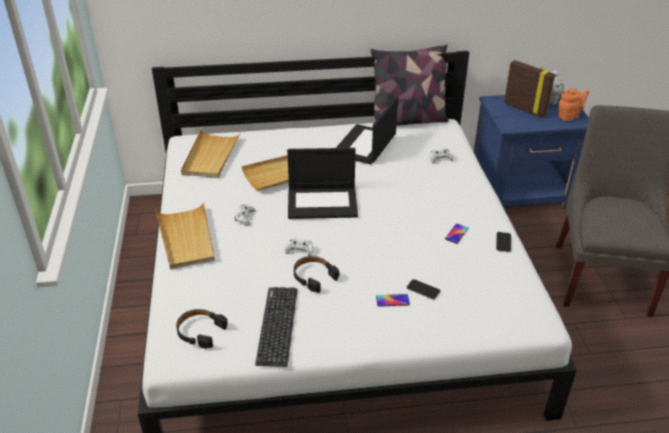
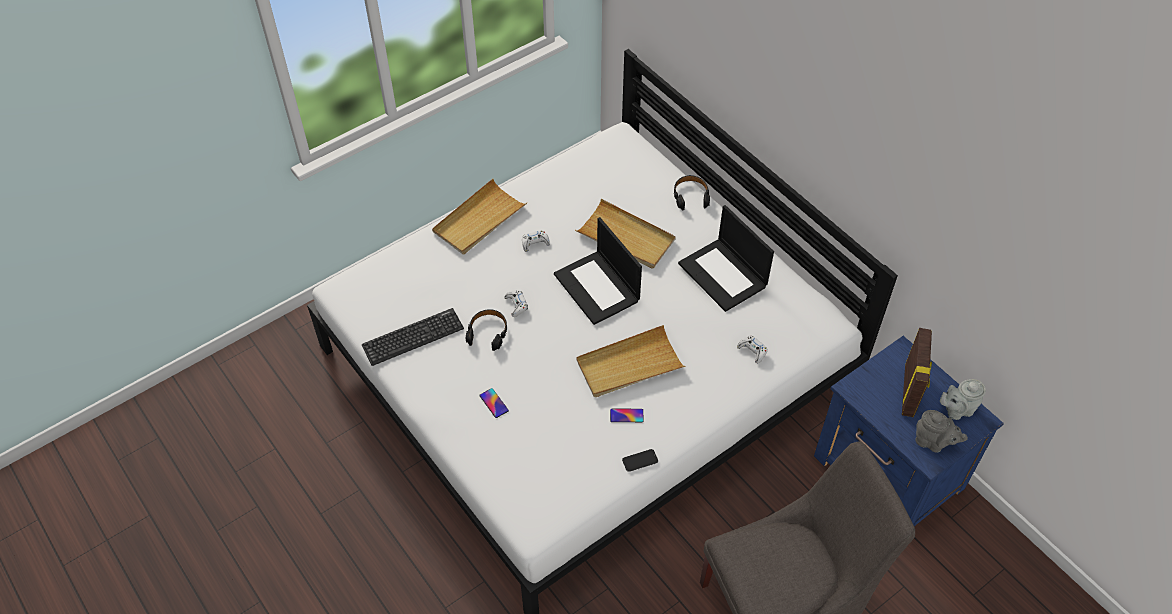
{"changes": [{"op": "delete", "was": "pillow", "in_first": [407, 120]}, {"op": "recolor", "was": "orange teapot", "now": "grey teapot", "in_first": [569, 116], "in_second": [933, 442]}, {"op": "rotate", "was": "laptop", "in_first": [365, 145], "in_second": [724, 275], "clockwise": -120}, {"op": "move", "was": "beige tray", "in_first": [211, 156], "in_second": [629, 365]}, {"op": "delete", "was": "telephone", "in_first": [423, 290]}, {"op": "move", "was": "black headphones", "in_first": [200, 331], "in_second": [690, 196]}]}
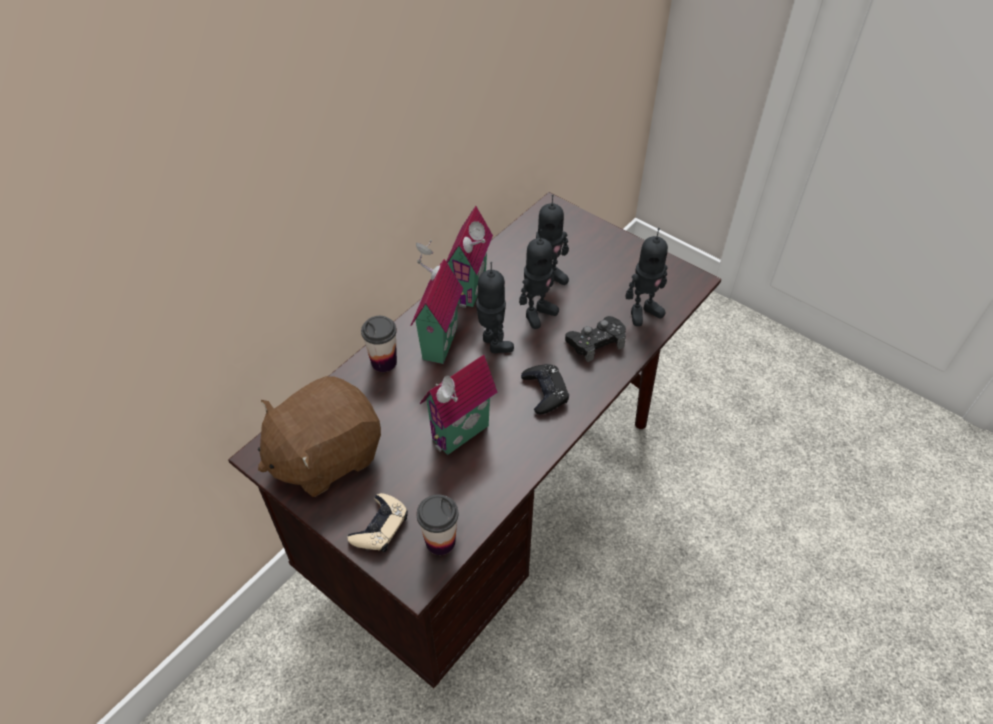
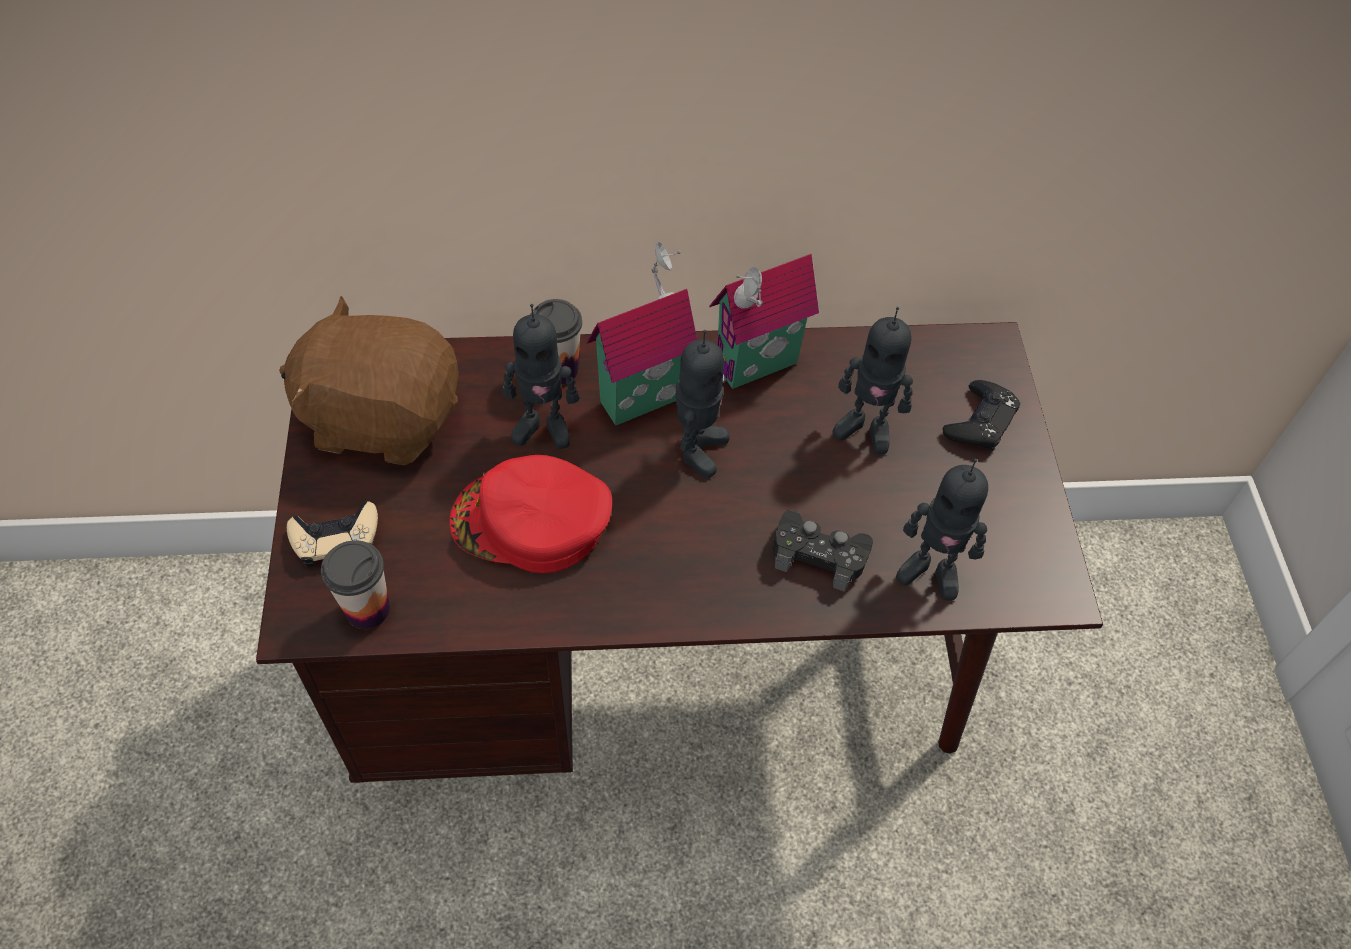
{"changes": [{"op": "move", "was": "toy robot", "in_first": [537, 313], "in_second": [543, 427]}, {"op": "replace", "was": "model house", "now": "reddish baseball cap", "in_first": [462, 436], "in_second": [531, 522]}, {"op": "move", "was": "black game controller", "in_first": [545, 392], "in_second": [980, 421]}]}
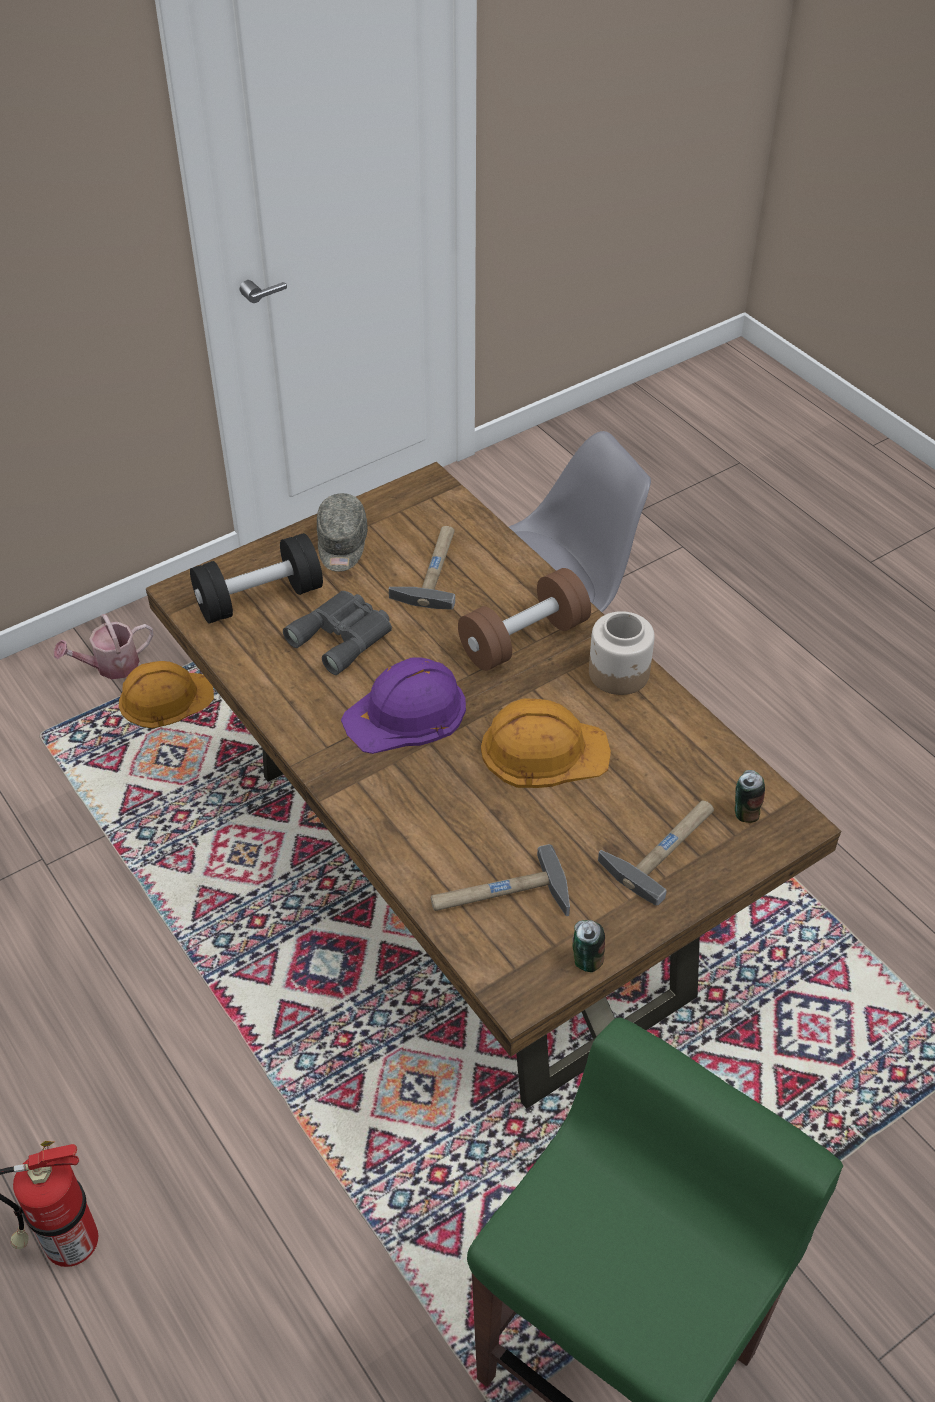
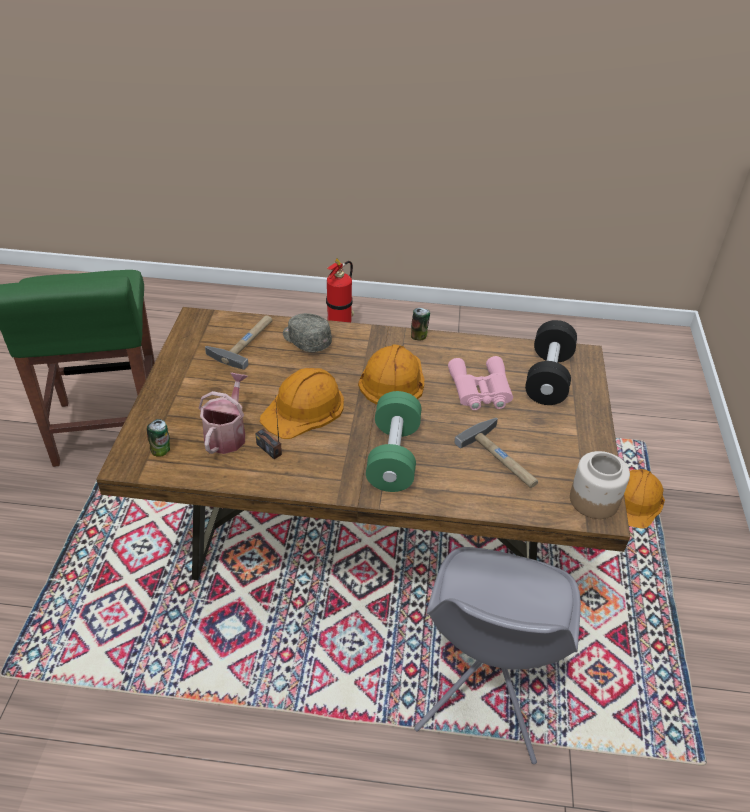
{"changes": [{"op": "move", "was": "grey baseball cap", "in_first": [341, 545], "in_second": [306, 340]}, {"op": "recolor", "was": "brownish free weight", "now": "green free weight", "in_first": [524, 639], "in_second": [393, 456]}, {"op": "recolor", "was": "grey pair of binoculars", "now": "pinkish pair of binoculars", "in_first": [344, 636], "in_second": [480, 390]}, {"op": "move", "was": "jar", "in_first": [619, 673], "in_second": [593, 500]}, {"op": "move", "was": "sprinkling can", "in_first": [110, 666], "in_second": [227, 434]}, {"op": "recolor", "was": "purple hard hat", "now": "orange hard hat", "in_first": [407, 713], "in_second": [392, 379]}, {"op": "delete", "was": "hammer", "in_first": [664, 846]}, {"op": "move", "was": "sealed can", "in_first": [586, 961], "in_second": [419, 336]}, {"op": "insert", "now": "radio receiver", "in_second": [269, 449]}]}
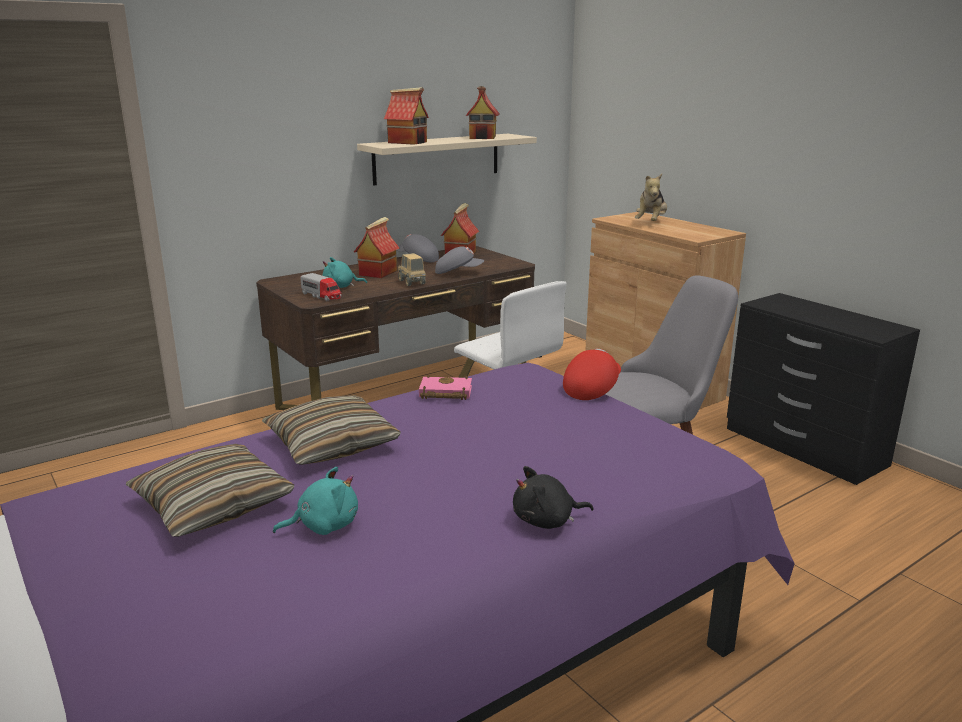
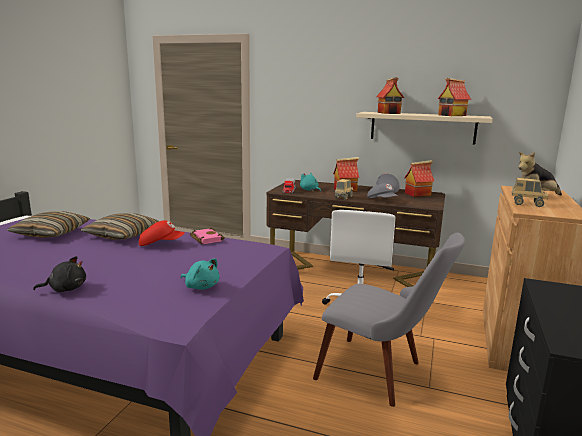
{"changes": [{"op": "move", "was": "reddish baseball cap", "in_first": [591, 388], "in_second": [161, 244]}, {"op": "rotate", "was": "black soft toy", "in_first": [547, 521], "in_second": [65, 289], "clockwise": 120}, {"op": "move", "was": "turquoise soft toy", "in_first": [324, 525], "in_second": [201, 286]}, {"op": "insert", "now": "toy truck", "in_second": [527, 204]}]}
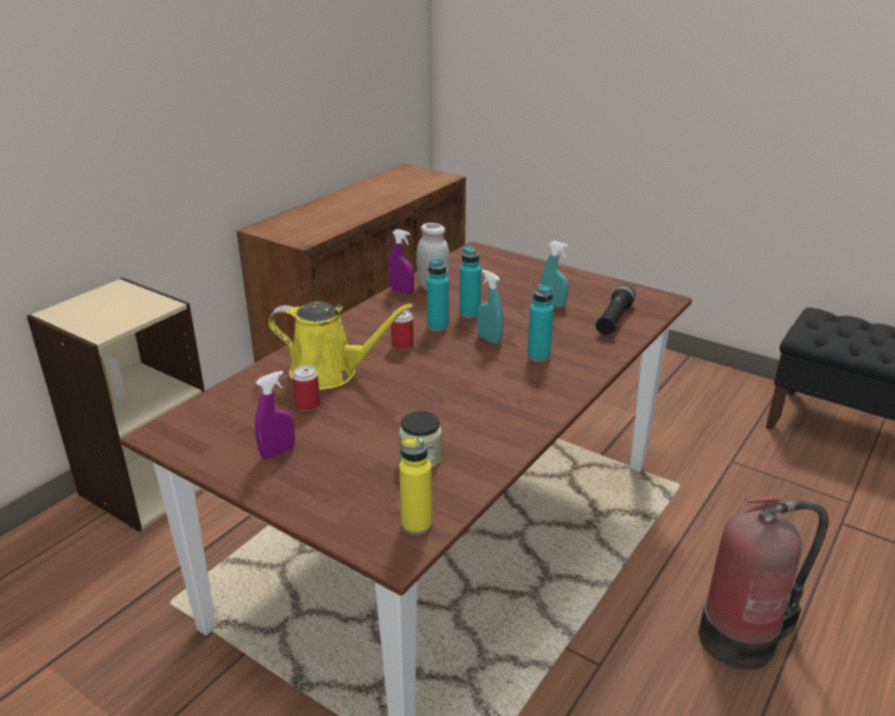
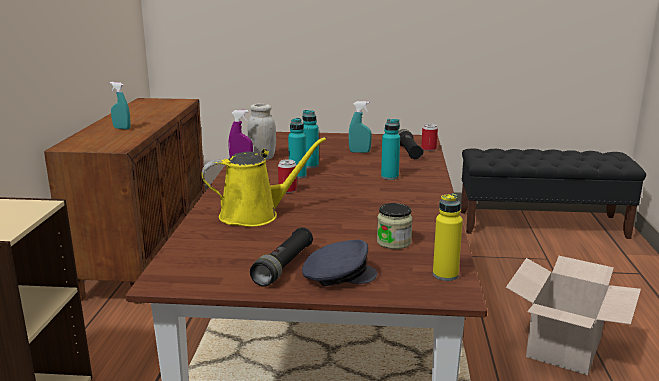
{"changes": [{"op": "move", "was": "turquoise sprayer", "in_first": [489, 339], "in_second": [122, 128]}, {"op": "move", "was": "sealed can", "in_first": [308, 405], "in_second": [428, 149]}, {"op": "replace", "was": "purple sprayer", "now": "black torch", "in_first": [278, 453], "in_second": [284, 266]}, {"op": "replace", "was": "extinguisher", "now": "cardboard box", "in_first": [742, 638], "in_second": [563, 346]}, {"op": "insert", "now": "grey baseball cap", "in_second": [337, 275]}]}
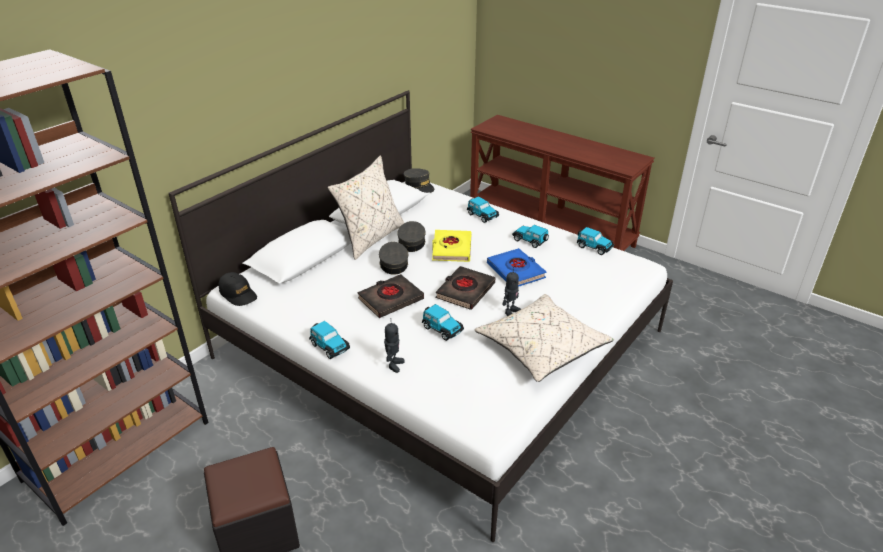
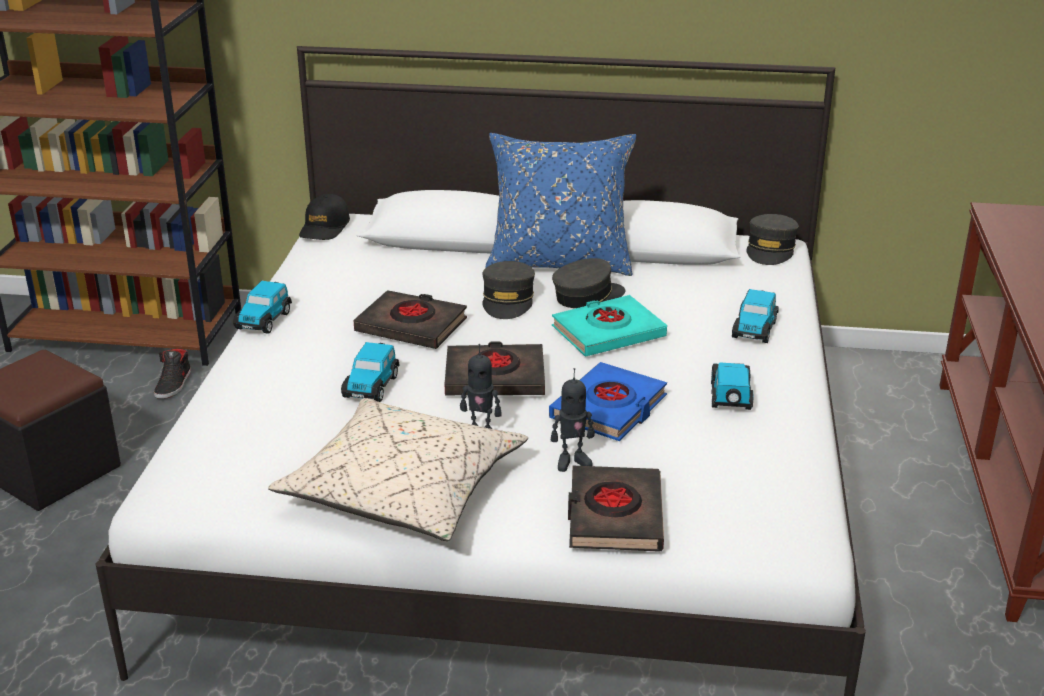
{"changes": [{"op": "recolor", "was": "beige pillow", "now": "blue-coloured pillow", "in_first": [370, 238], "in_second": [559, 263]}, {"op": "delete", "was": "model car", "in_first": [593, 247]}, {"op": "recolor", "was": "yellow-coloured volume", "now": "turquoise volume", "in_first": [451, 249], "in_second": [608, 333]}, {"op": "rotate", "was": "grey baseball cap", "in_first": [393, 264], "in_second": [508, 301], "clockwise": 135}, {"op": "move", "was": "toy robot", "in_first": [394, 365], "in_second": [572, 461]}, {"op": "insert", "now": "black low shoe", "in_second": [174, 385]}, {"op": "insert", "now": "black volume", "in_second": [614, 516]}]}
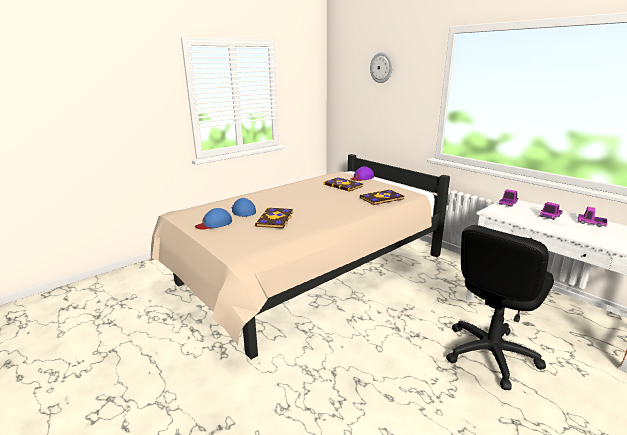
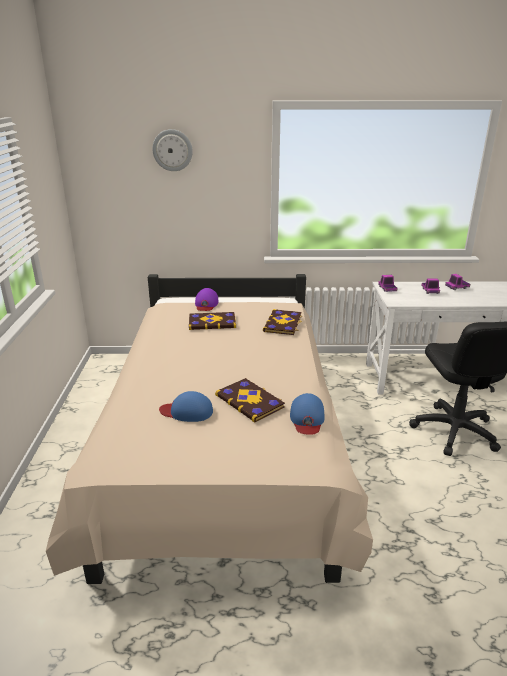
{"changes": [{"op": "move", "was": "blue-coloured baseball cap", "in_first": [214, 223], "in_second": [307, 418]}]}
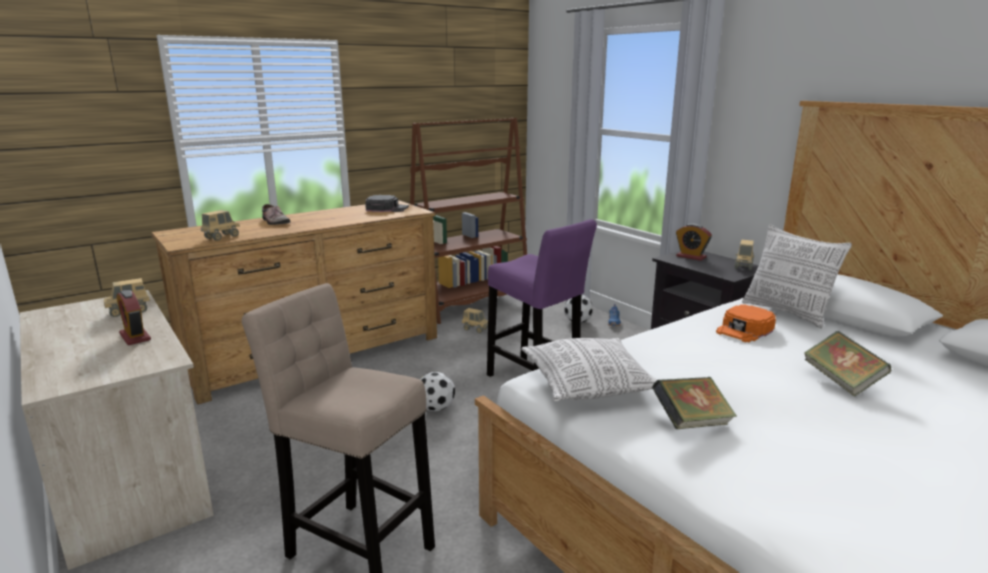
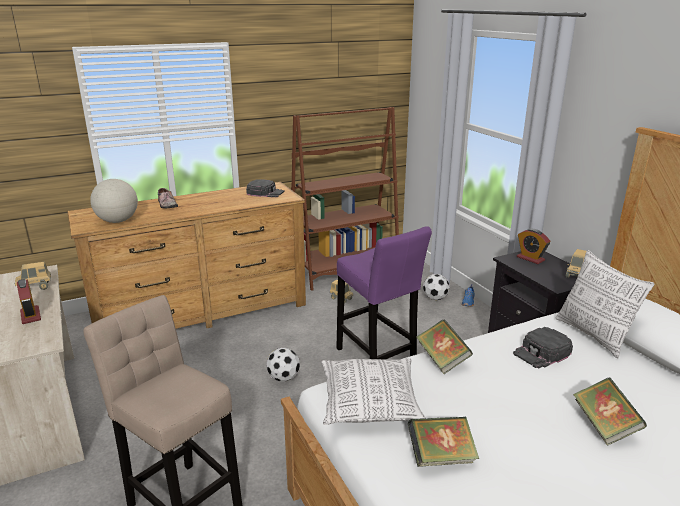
{"changes": [{"op": "replace", "was": "toy truck", "now": "globe", "in_first": [221, 237], "in_second": [118, 221]}, {"op": "recolor", "was": "orange baseball cap", "now": "black baseball cap", "in_first": [745, 330], "in_second": [542, 353]}, {"op": "insert", "now": "volume", "in_second": [442, 359]}]}
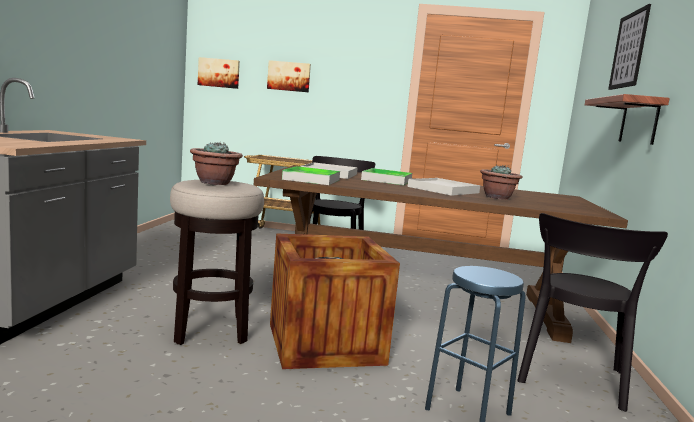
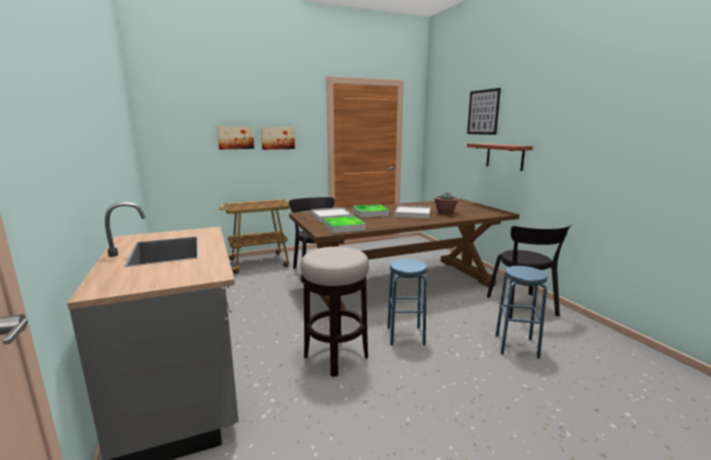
{"changes": [{"op": "move", "was": "wall art", "in_first": [219, 73], "in_second": [277, 138]}, {"op": "delete", "was": "houseplant", "in_first": [215, 183]}, {"op": "replace", "was": "packing crate", "now": "blue-coloured stool", "in_first": [325, 343], "in_second": [405, 336]}]}
